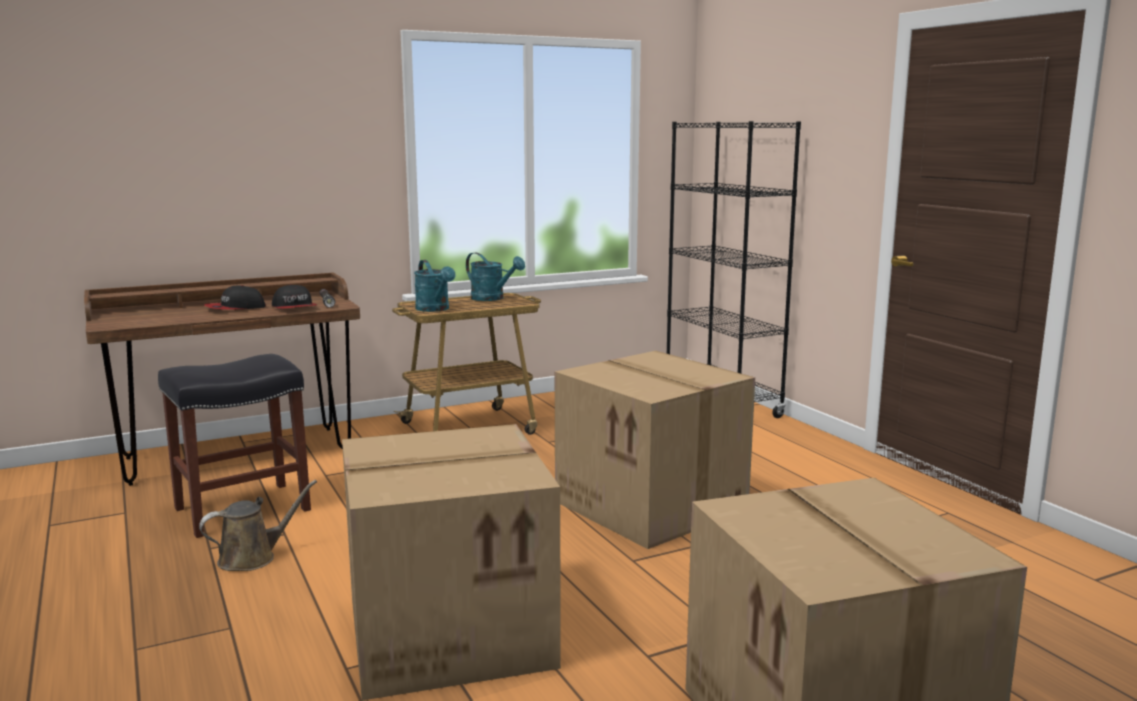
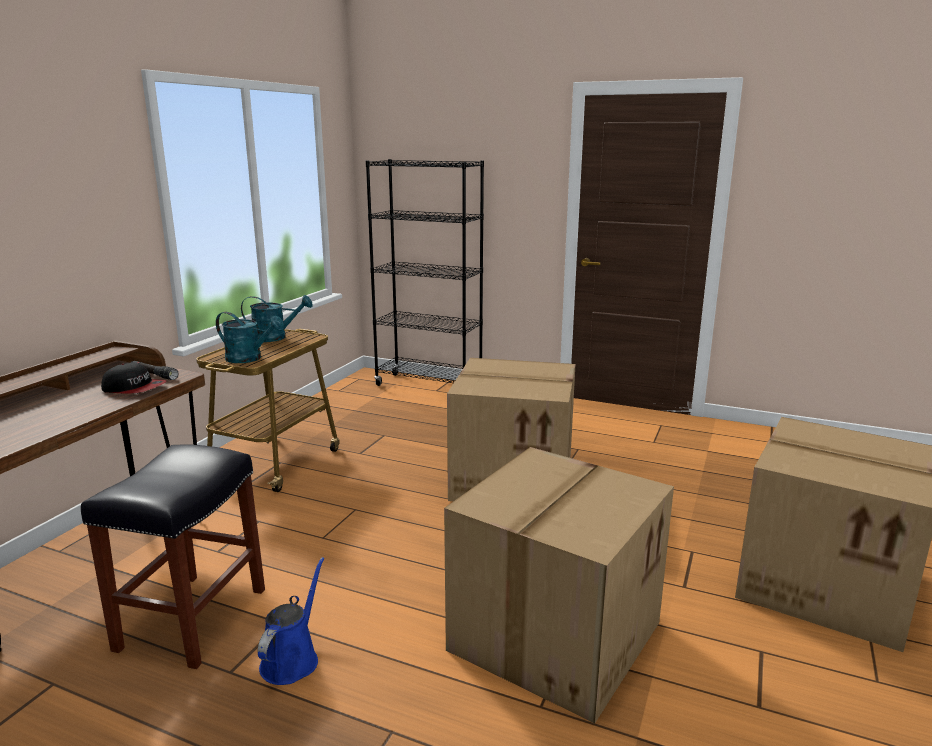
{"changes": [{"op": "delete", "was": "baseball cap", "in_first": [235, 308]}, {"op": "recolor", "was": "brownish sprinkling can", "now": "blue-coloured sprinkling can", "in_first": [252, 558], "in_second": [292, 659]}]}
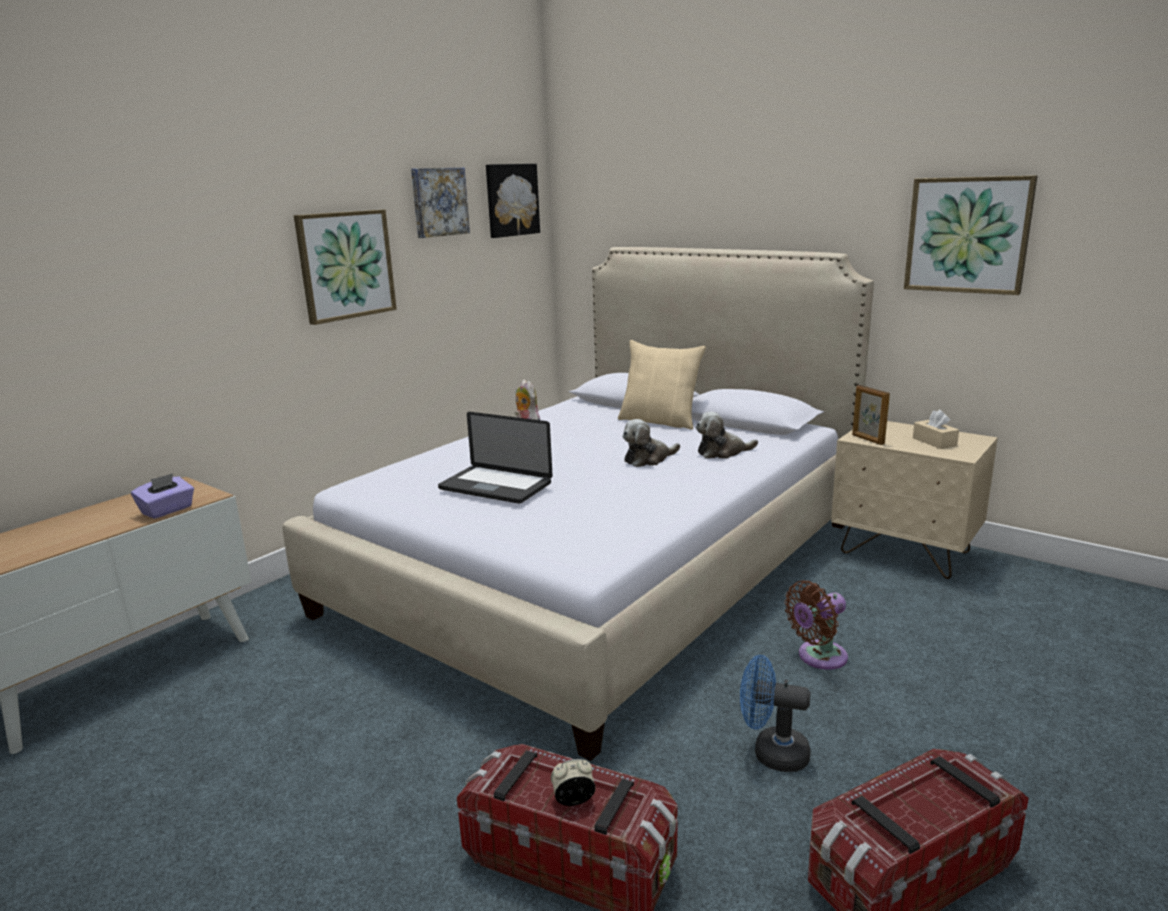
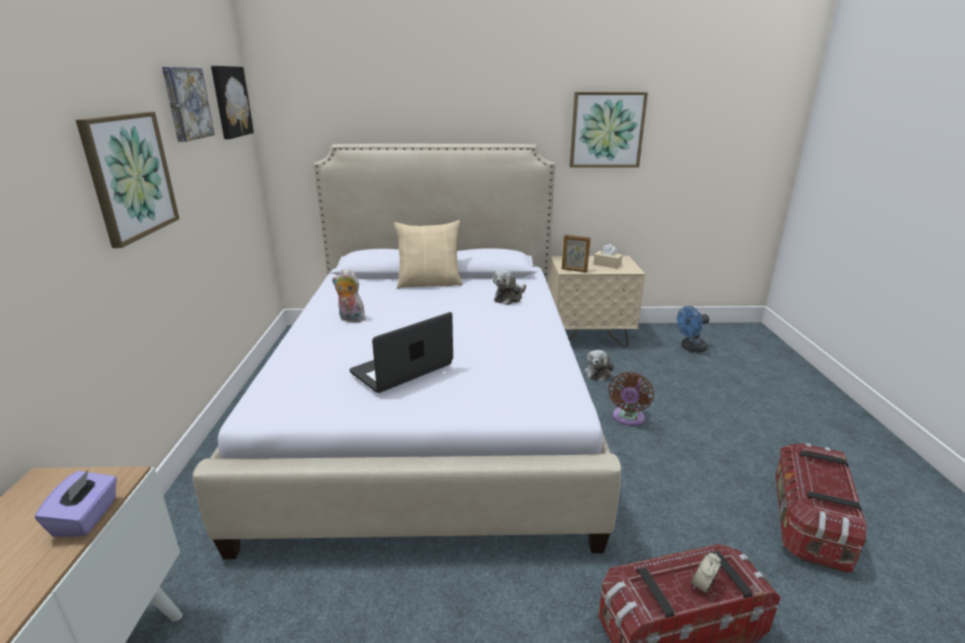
{"changes": [{"op": "rotate", "was": "laptop", "in_first": [495, 486], "in_second": [402, 369], "clockwise": 150}, {"op": "move", "was": "soft toy", "in_first": [648, 459], "in_second": [598, 372]}, {"op": "move", "was": "blue-coloured fan", "in_first": [771, 753], "in_second": [690, 348]}]}
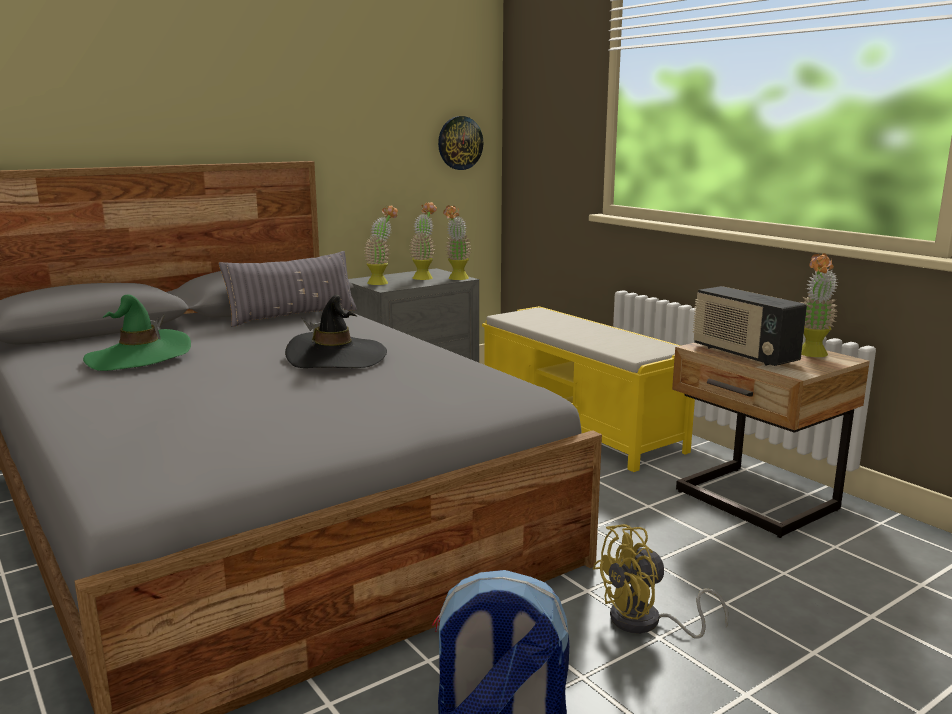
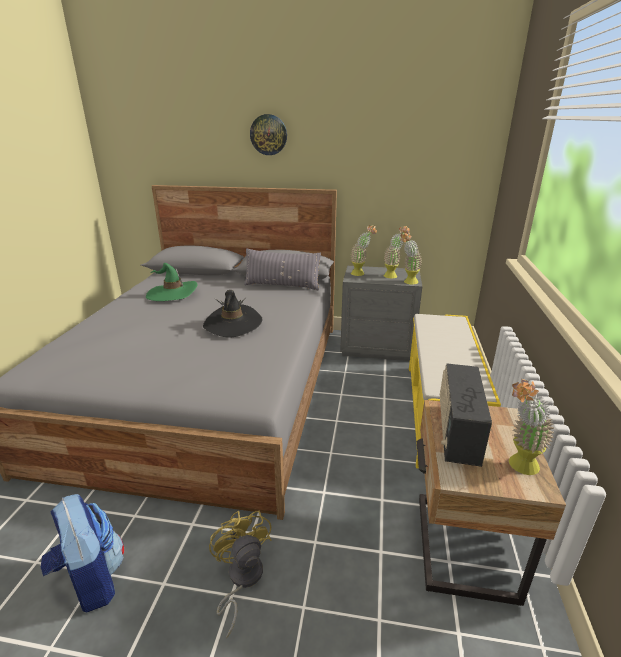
{"changes": [{"op": "move", "was": "wall clock", "in_first": [460, 143], "in_second": [268, 135]}, {"op": "rotate", "was": "yellow-coloured fan", "in_first": [646, 623], "in_second": [241, 580], "clockwise": 45}]}
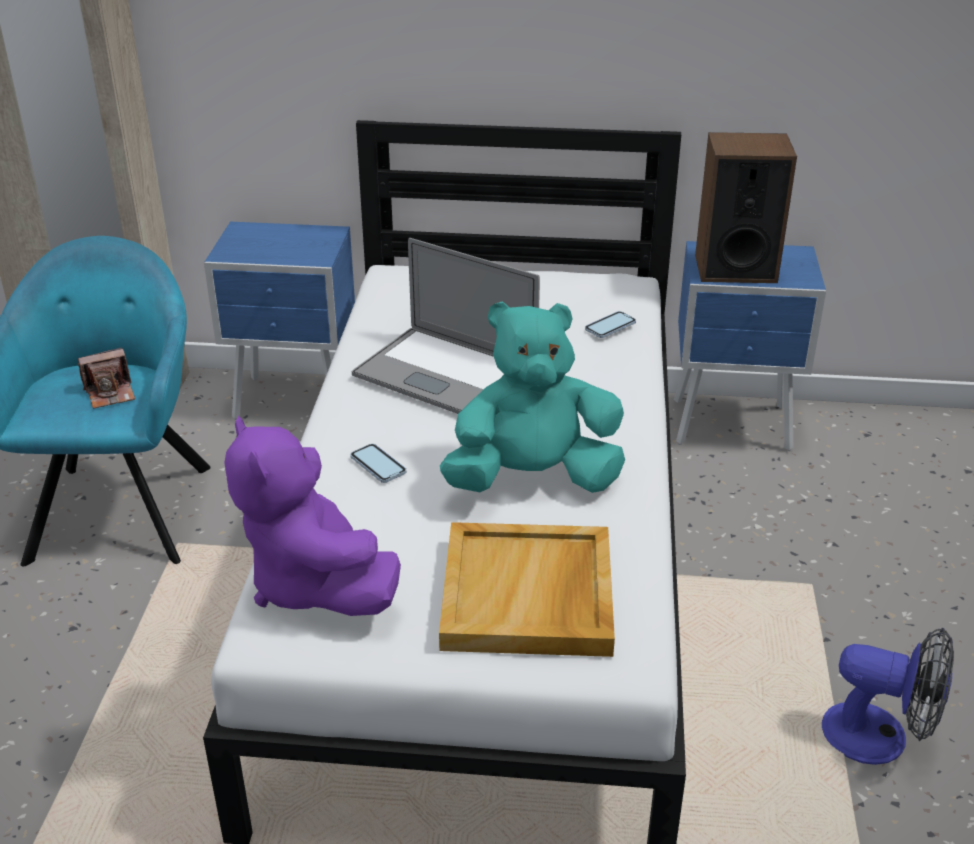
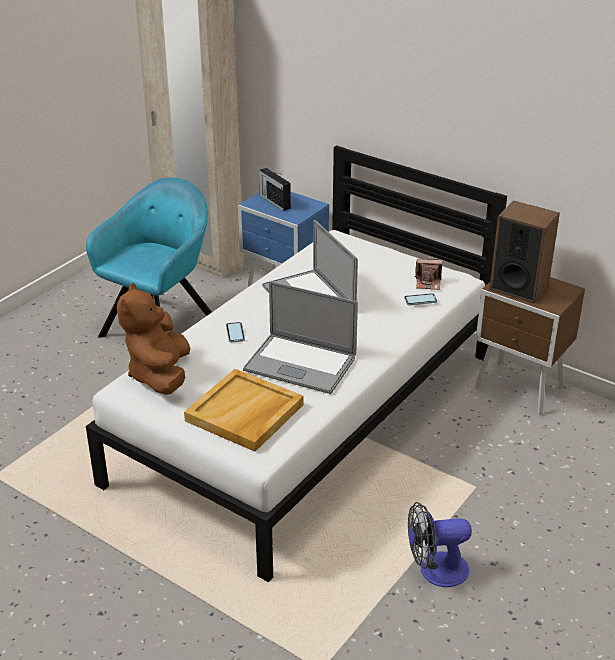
{"changes": [{"op": "recolor", "was": "blue-coloured nightstand", "now": "brownish nightstand", "in_first": [734, 426], "in_second": [520, 390]}, {"op": "replace", "was": "turquoise soft toy", "now": "laptop", "in_first": [533, 479], "in_second": [300, 364]}, {"op": "move", "was": "still camera", "in_first": [110, 393], "in_second": [428, 282]}, {"op": "recolor", "was": "purple soft toy", "now": "brownish soft toy", "in_first": [314, 583], "in_second": [160, 375]}, {"op": "rotate", "was": "fan", "in_first": [880, 737], "in_second": [435, 570], "clockwise": 120}, {"op": "insert", "now": "radio receiver", "in_second": [274, 201]}]}
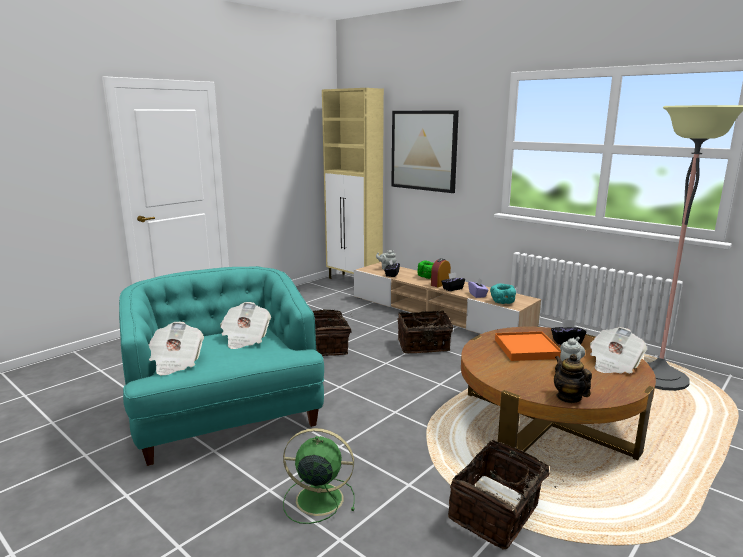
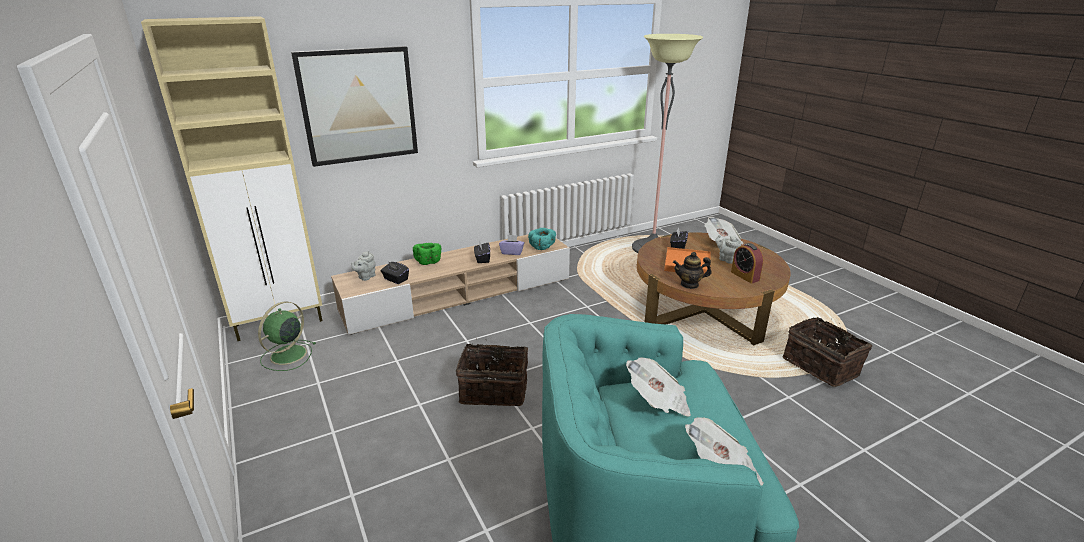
{"changes": [{"op": "move", "was": "bedside clock", "in_first": [440, 284], "in_second": [745, 276]}, {"op": "delete", "was": "household basket", "in_first": [424, 345]}, {"op": "move", "was": "teapot", "in_first": [568, 397], "in_second": [689, 284]}, {"op": "move", "was": "green fan", "in_first": [317, 499], "in_second": [287, 355]}]}
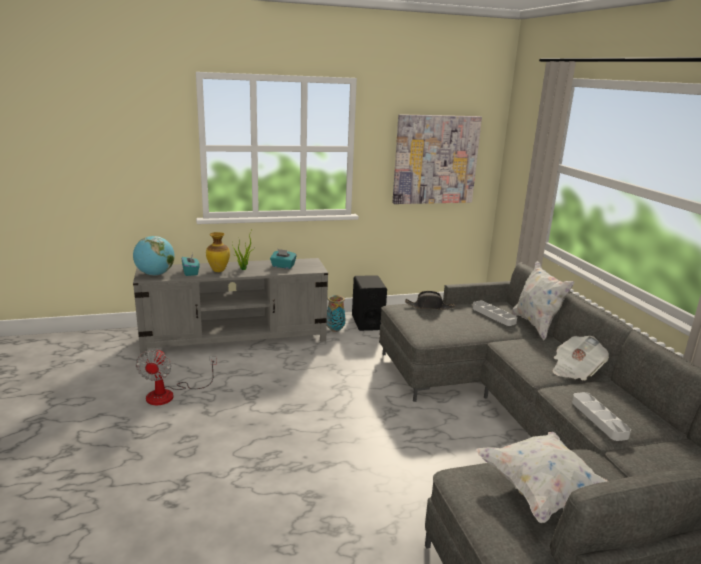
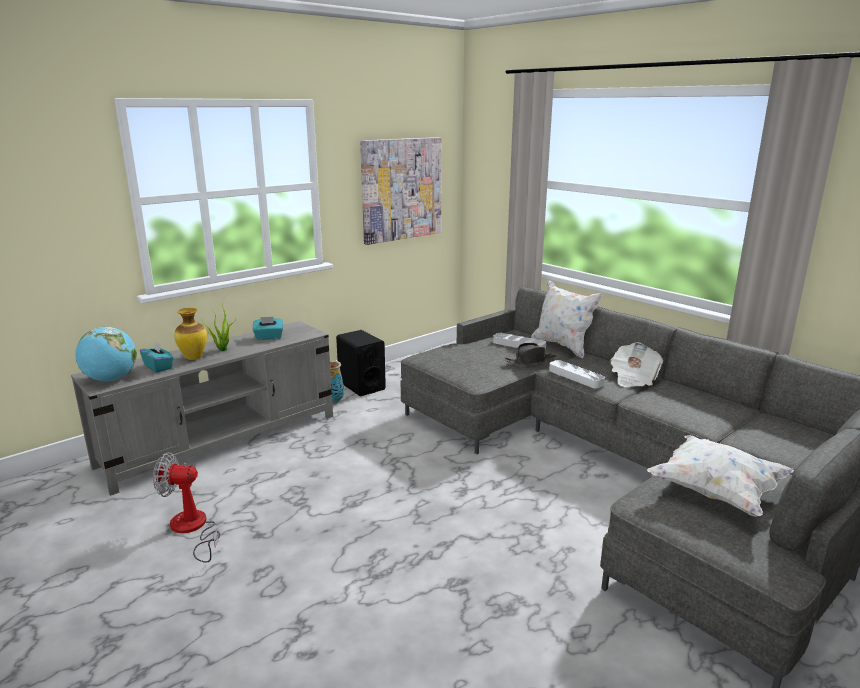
{"changes": [{"op": "move", "was": "black clothing hat", "in_first": [429, 306], "in_second": [530, 361]}, {"op": "rotate", "was": "fan", "in_first": [169, 394], "in_second": [192, 529], "clockwise": 120}, {"op": "move", "was": "grey tray", "in_first": [599, 419], "in_second": [575, 377]}]}
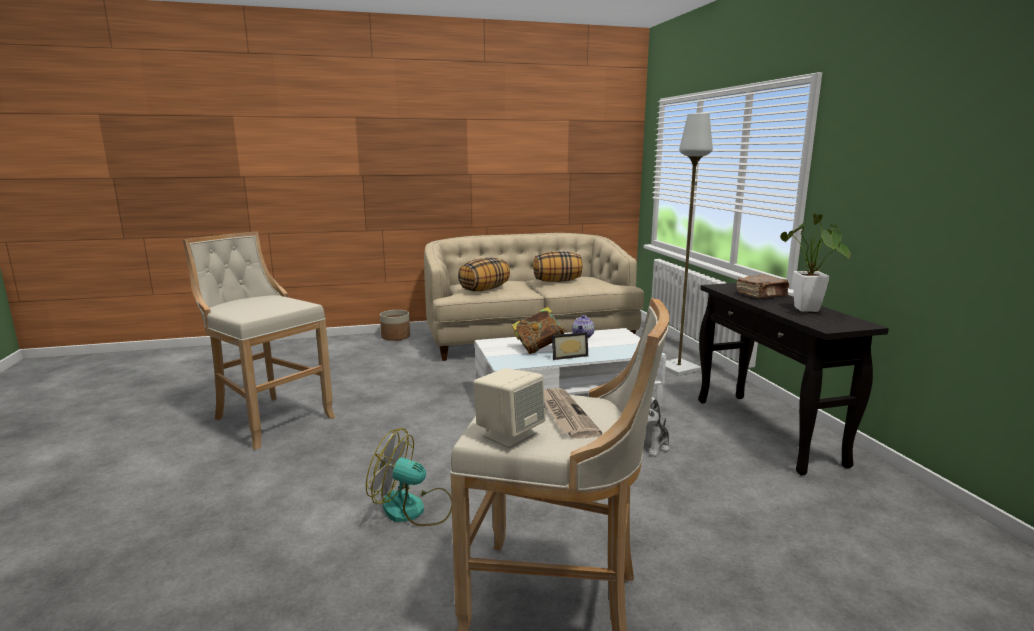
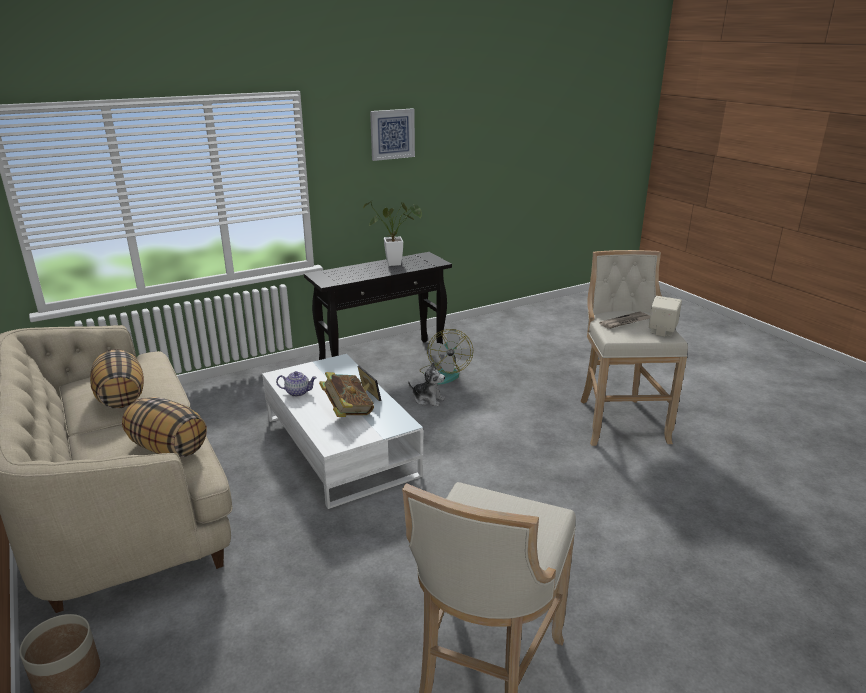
{"changes": [{"op": "delete", "was": "grey floor lamp", "in_first": [679, 368]}, {"op": "delete", "was": "brownish volume", "in_first": [762, 295]}, {"op": "move", "was": "fan", "in_first": [413, 509], "in_second": [444, 374]}, {"op": "insert", "now": "wall art", "in_second": [392, 134]}]}
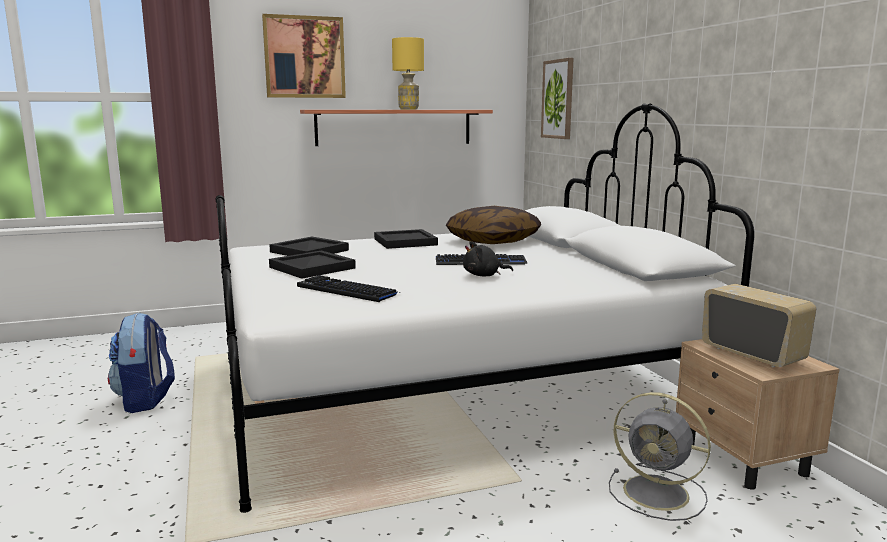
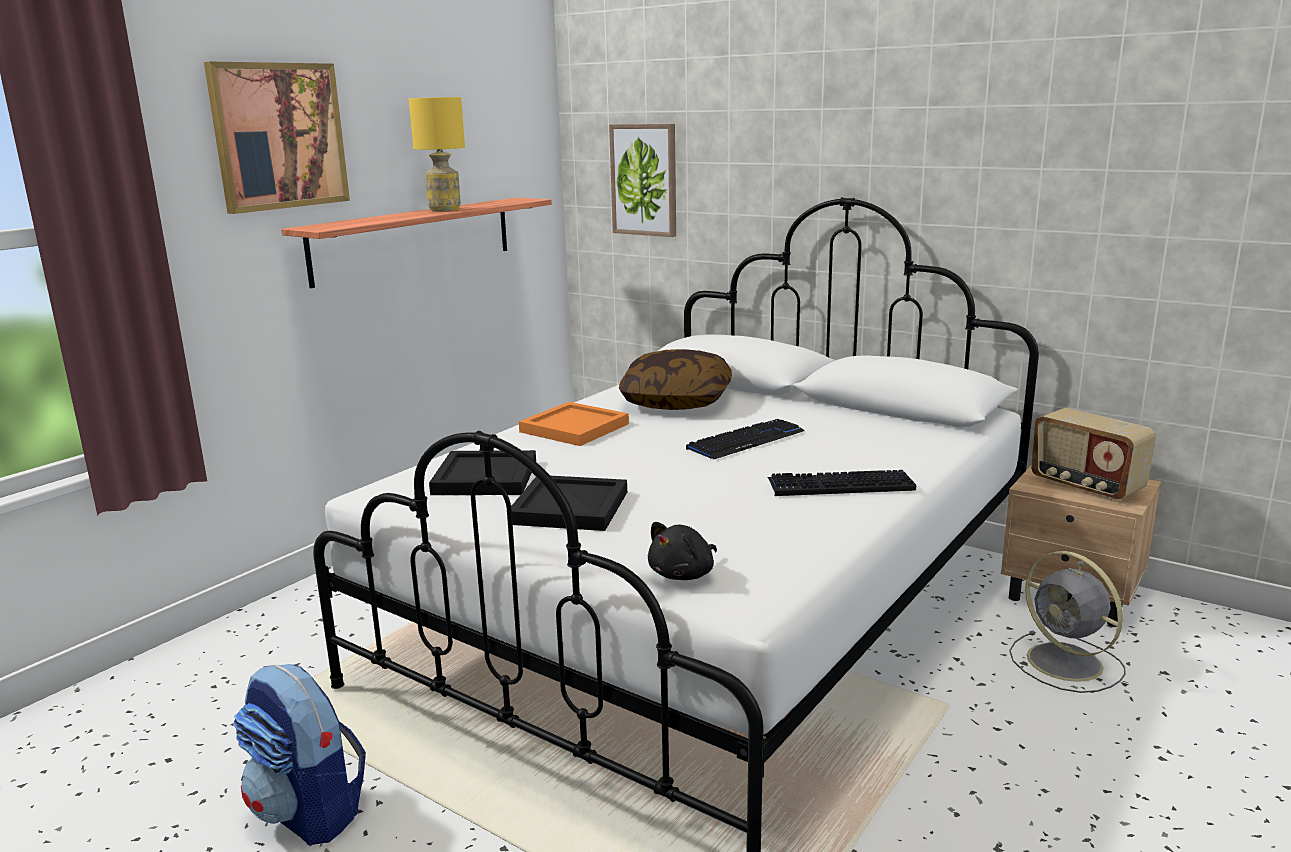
{"changes": [{"op": "recolor", "was": "black tray", "now": "orange tray", "in_first": [404, 242], "in_second": [572, 428]}, {"op": "move", "was": "black soft toy", "in_first": [484, 275], "in_second": [684, 574]}, {"op": "move", "was": "keyboard", "in_first": [347, 290], "in_second": [839, 485]}, {"op": "rotate", "was": "radio receiver", "in_first": [752, 355], "in_second": [1085, 486], "clockwise": -150}, {"op": "rotate", "was": "grey fan", "in_first": [659, 493], "in_second": [1067, 663], "clockwise": 60}]}
